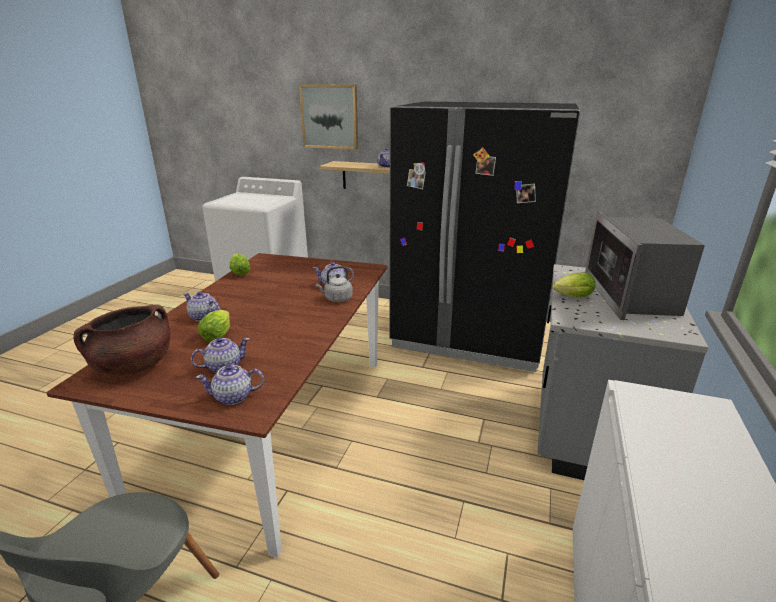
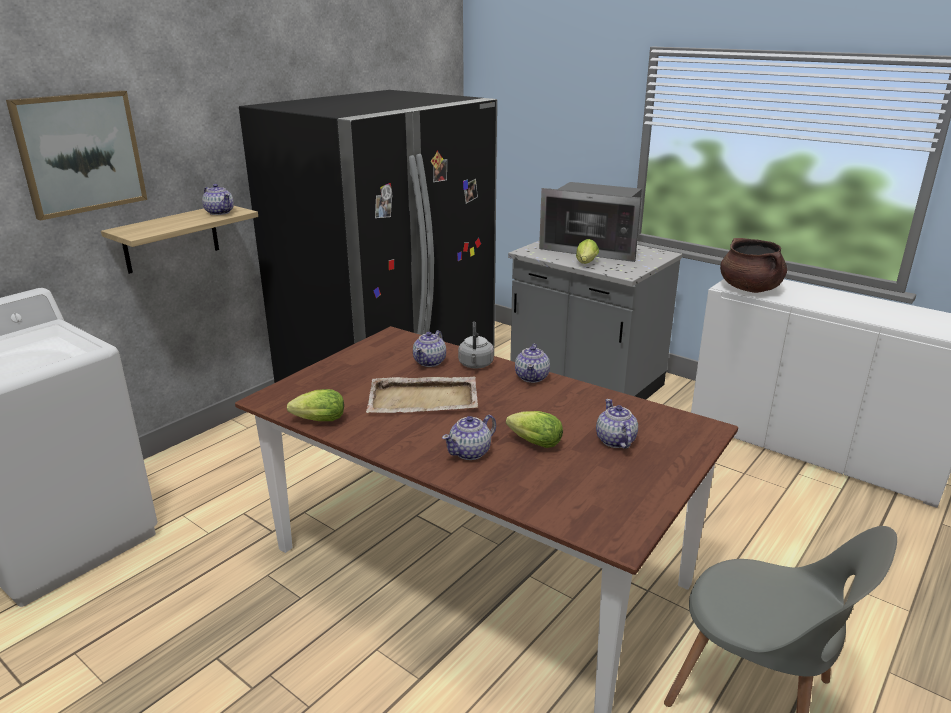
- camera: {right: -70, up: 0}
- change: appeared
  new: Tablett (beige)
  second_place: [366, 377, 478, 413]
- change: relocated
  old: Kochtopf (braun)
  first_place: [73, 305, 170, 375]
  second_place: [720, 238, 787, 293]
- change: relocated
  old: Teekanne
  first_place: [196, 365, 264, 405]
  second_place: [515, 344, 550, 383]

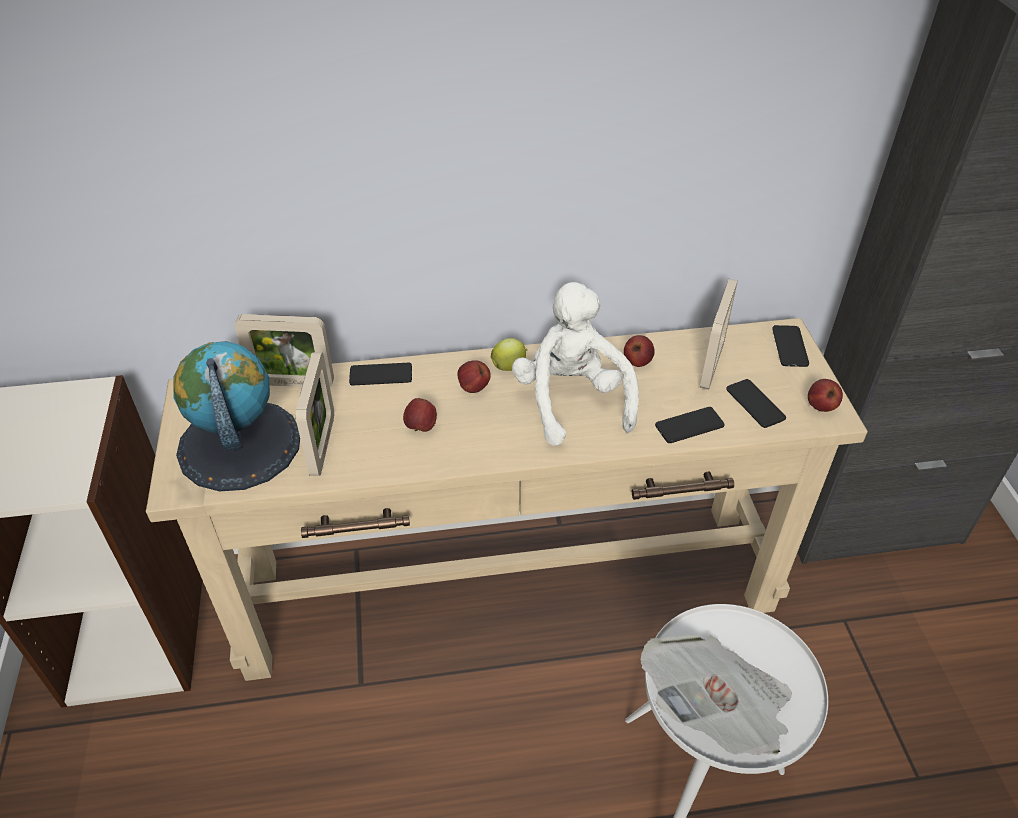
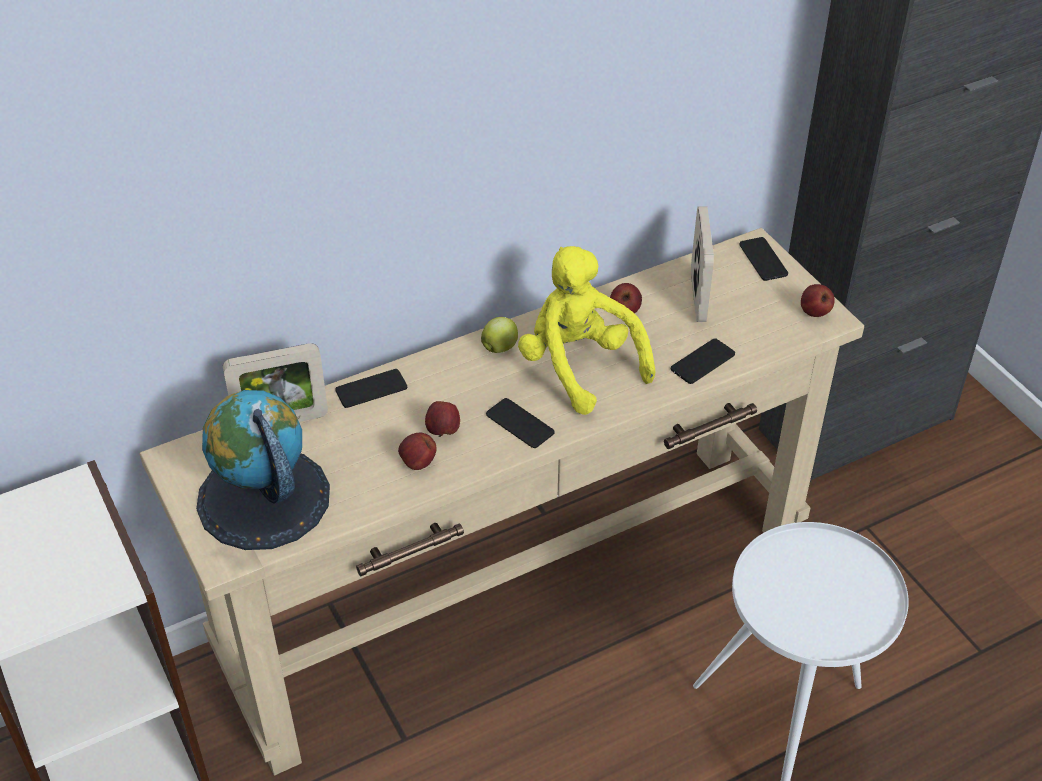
- camera: {right: -20, up: 0}
- change: missing
  old: Bilderrahmen
  first_place: [296, 352, 334, 476]
- change: missing
  old: Zeitung
  first_place: [641, 635, 793, 755]
- change: relocated
  old: Apfel
  first_place: [457, 360, 491, 393]
  second_place: [398, 433, 437, 470]
- change: relocated
  old: Handy
  first_place: [726, 379, 786, 428]
  second_place: [486, 398, 554, 448]
- change: colour
  old: Plüschtier (weiß)
  new: Plüschtier (gelb)
  first_place: [512, 282, 639, 446]
  second_place: [518, 246, 656, 415]

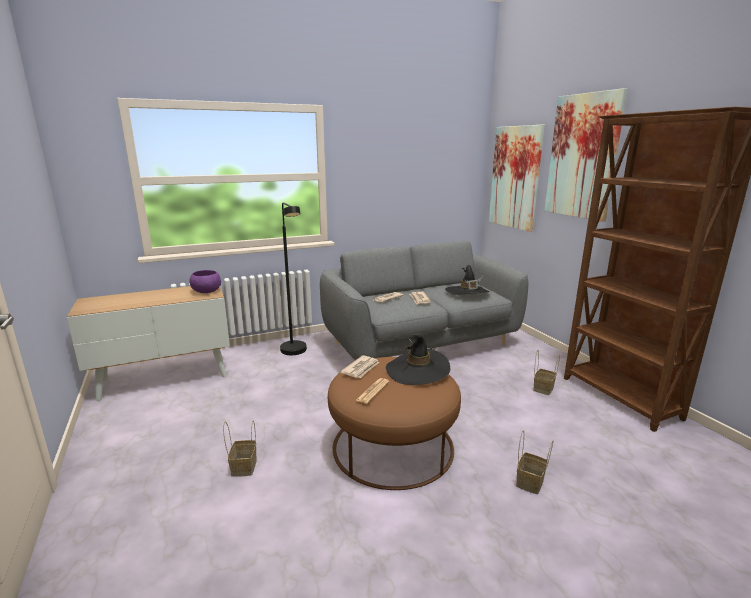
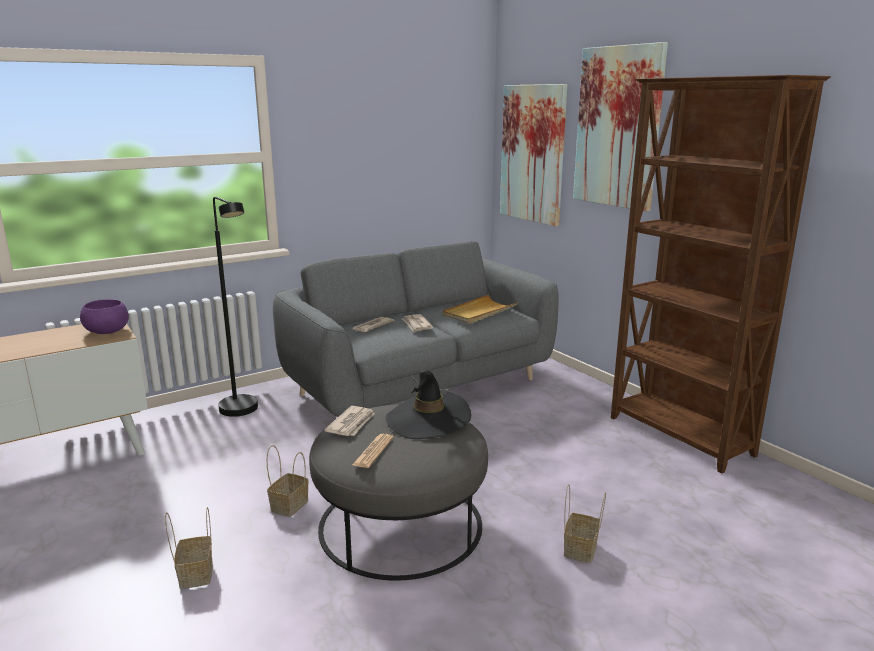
- camera: {right: -10, up: 0}
- change: relocated
  old: Korb
  first_place: [533, 350, 560, 395]
  second_place: [267, 445, 309, 517]
- change: exchanged
  old: Hut (schwarz)
  new: Tablett (beige)
  first_place: [445, 265, 490, 295]
  second_place: [443, 295, 518, 324]
- change: colour
  old: Polsterhocker (braun)
  new: Polsterhocker (grau)
  first_place: [328, 357, 461, 490]
  second_place: [309, 405, 488, 581]

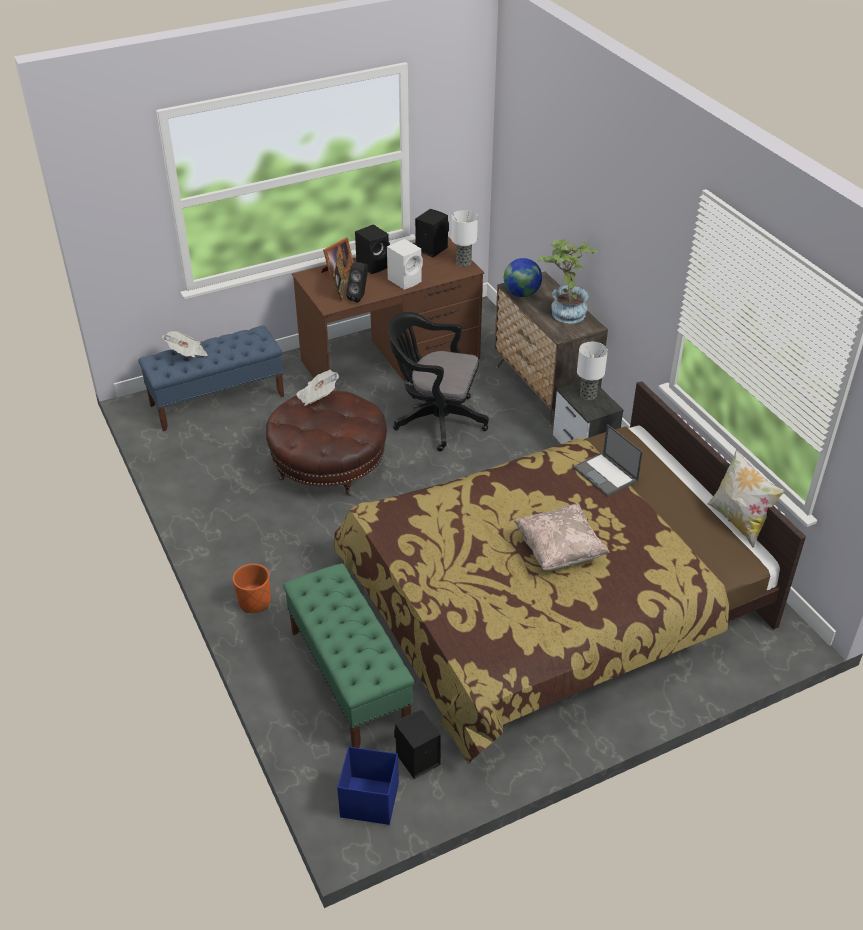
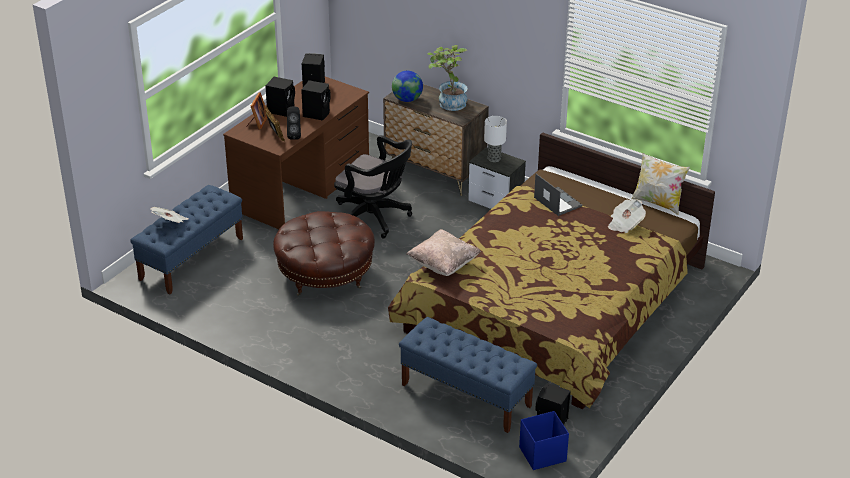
- camera: {right: -30, up: -5}
- change: missing
  old: Pflanzkübel (orange)
  first_place: [233, 564, 271, 613]
- change: missing
  old: Tischlampe
  first_place: [451, 210, 478, 266]
- change: relocated
  old: Zeitung
  first_place: [296, 370, 339, 406]
  second_place: [608, 200, 646, 233]
- change: relocated
  old: Kissen (beige)
  first_place: [514, 503, 609, 570]
  second_place: [407, 229, 481, 276]
- change: colour
  old: Bank (grün)
  new: Bank (blau)
  first_place: [283, 563, 414, 748]
  second_place: [399, 317, 537, 433]
- change: colour
  old: Lautsprecher (weiß)
  new: Lautsprecher (schwarz)
  first_place: [387, 239, 423, 290]
  second_place: [301, 80, 331, 121]
- change: spun
  old: Bürostuhl (schwarz)
  first_place: [388, 312, 489, 452]
  second_place: [334, 135, 412, 239]
  degrees: -135
- change: spun
  old: Laptop
  first_place: [573, 424, 643, 497]
  second_place: [534, 174, 582, 216]
  degrees: -150

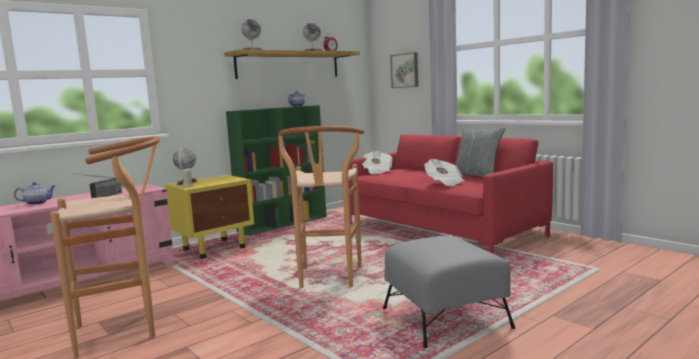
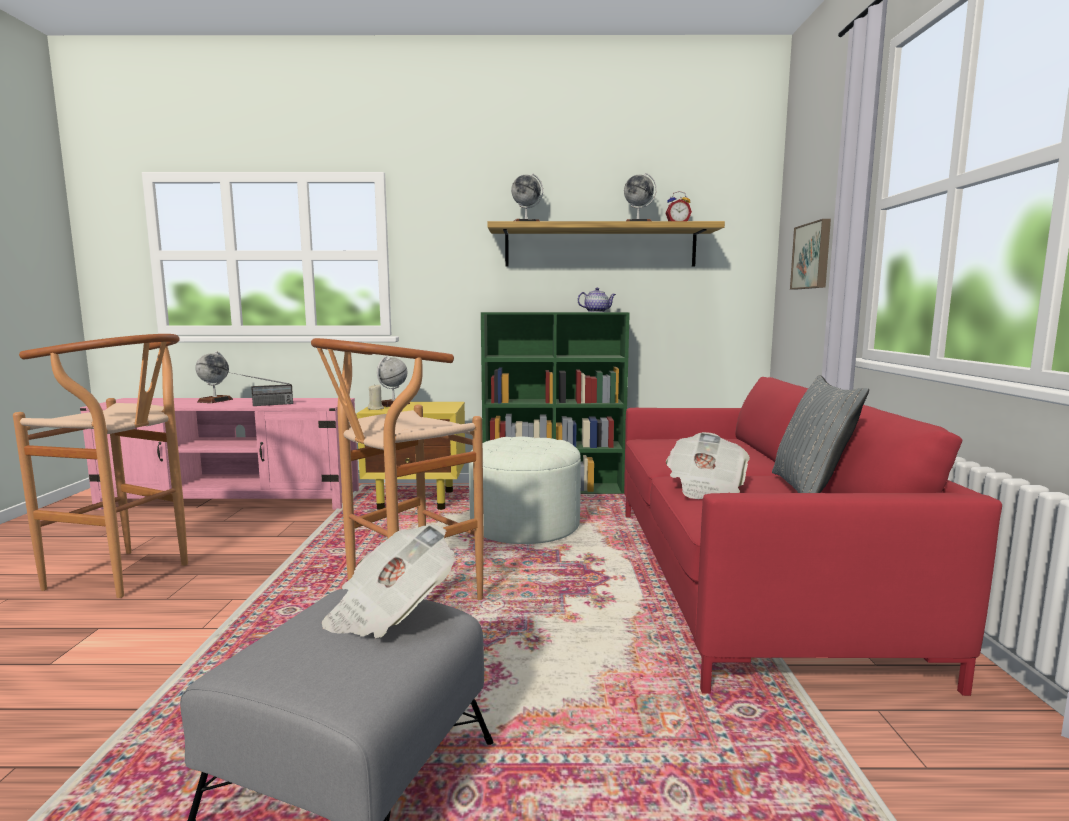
- camera: {right: 40, up: 0}
- change: appeared
  new: Polsterhocker (weiß)
  second_place: [469, 437, 581, 544]
- change: relocated
  old: Zeitung
  first_place: [362, 151, 393, 174]
  second_place: [322, 525, 455, 638]
- change: exchanged
  old: Teekanne
  new: Globus
  first_place: [14, 182, 55, 205]
  second_place: [195, 351, 233, 403]

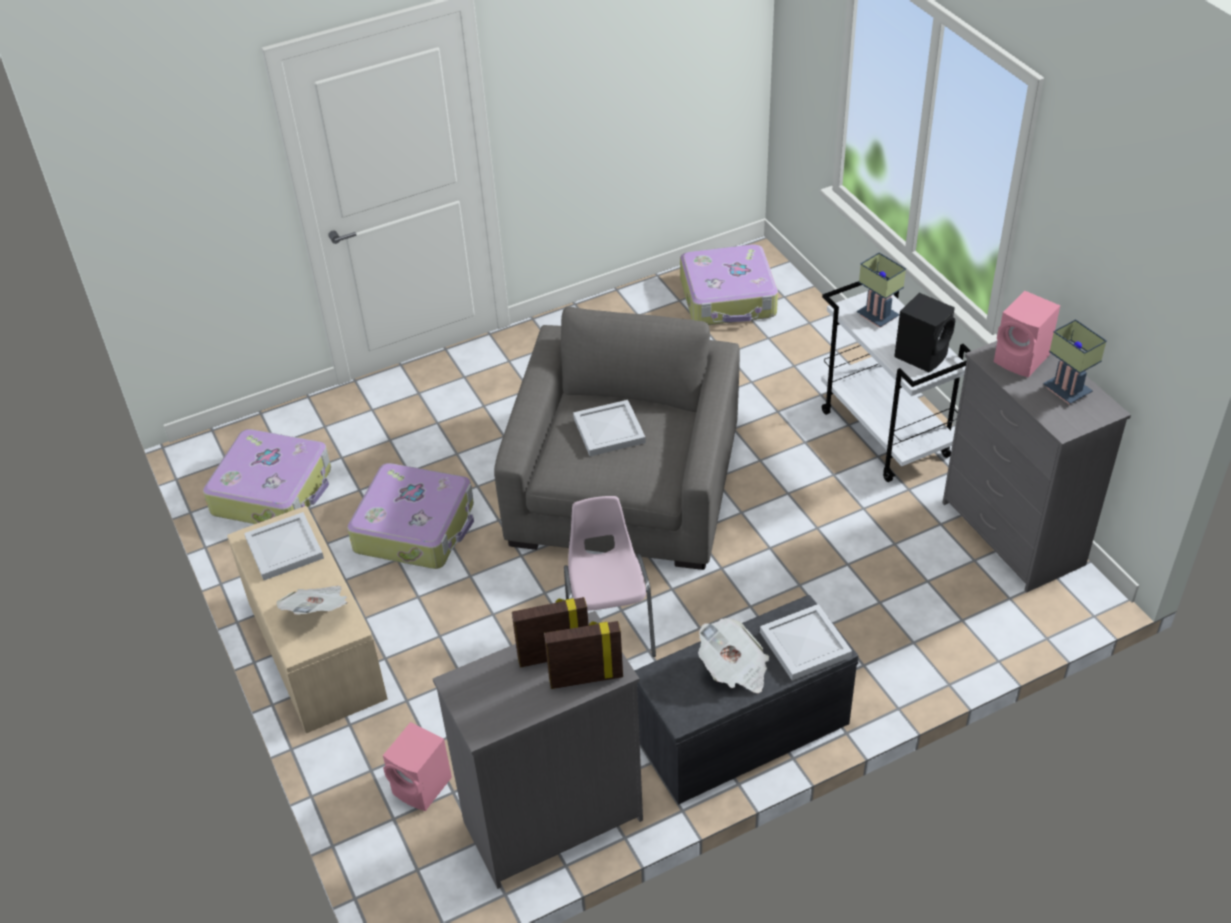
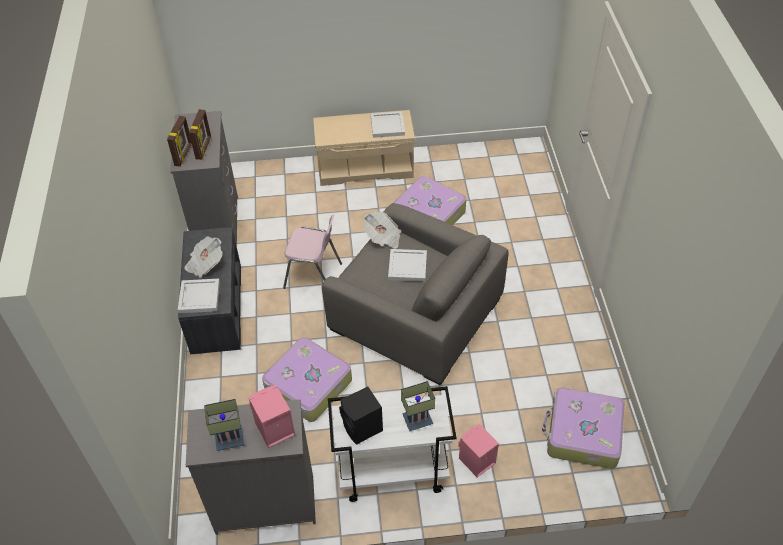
- camera: {right: 110, up: 5}
- change: relocated
  old: Koffer
  first_place: [203, 429, 331, 524]
  second_place: [262, 337, 352, 422]
- change: relocated
  old: Zeitung
  first_place: [276, 585, 347, 615]
  second_place: [364, 211, 401, 249]
- change: relocated
  old: Lautsprecher (rosa)
  first_place: [383, 722, 452, 811]
  second_place: [458, 424, 499, 477]

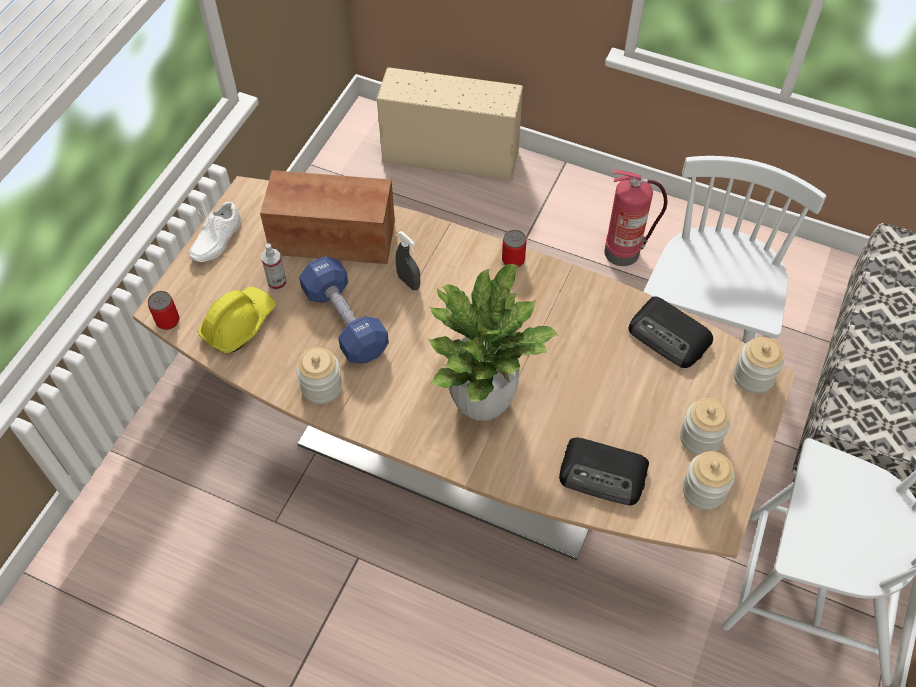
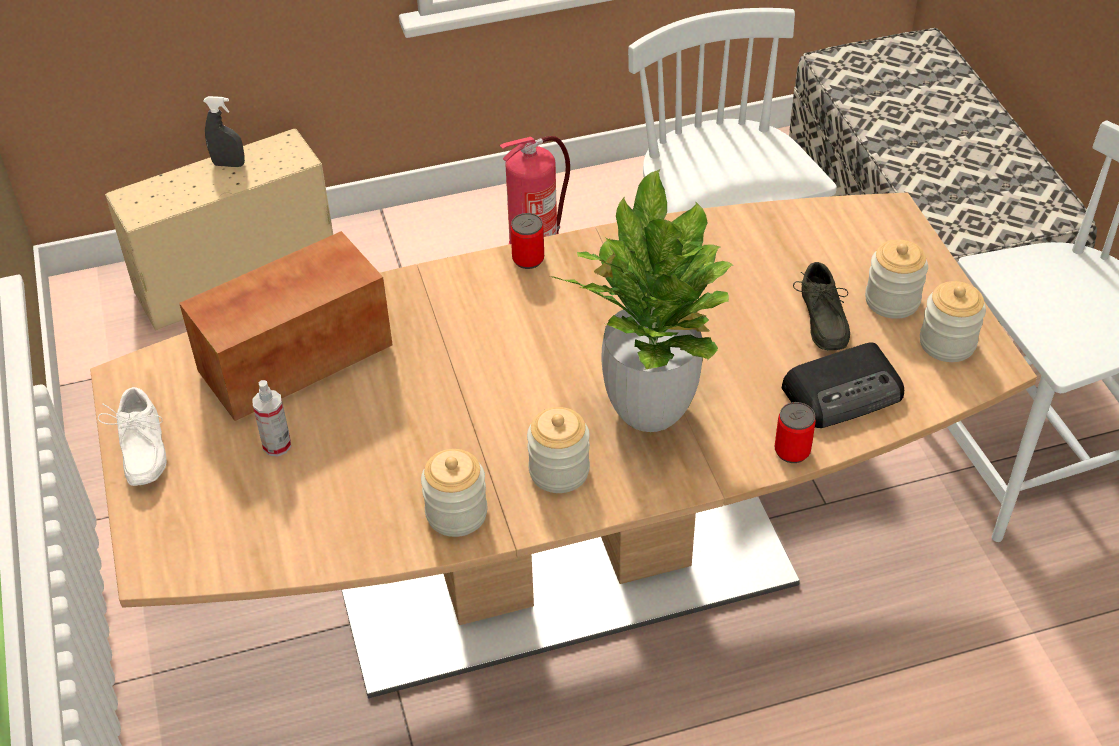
- camera: {right: -40, up: -10}
- change: missing
  old: Schutzhelm (gelb)
  first_place: [198, 287, 276, 353]
- change: missing
  old: Hantel (blau)
  first_place: [299, 256, 389, 363]
- change: missing
  old: Radio
  first_place: [629, 297, 713, 368]
- change: appeared
  new: Schuh (grau)
  second_place: [793, 262, 850, 350]
- change: relocated
  old: Dose
  first_place: [148, 291, 179, 330]
  second_place: [775, 402, 816, 463]
- change: relocated
  old: Sprühflasche (grau)
  first_place: [396, 231, 420, 290]
  second_place: [203, 96, 245, 167]
- change: relocated
  old: Vorratsglas
  first_place: [734, 337, 784, 393]
  second_place: [527, 407, 590, 493]

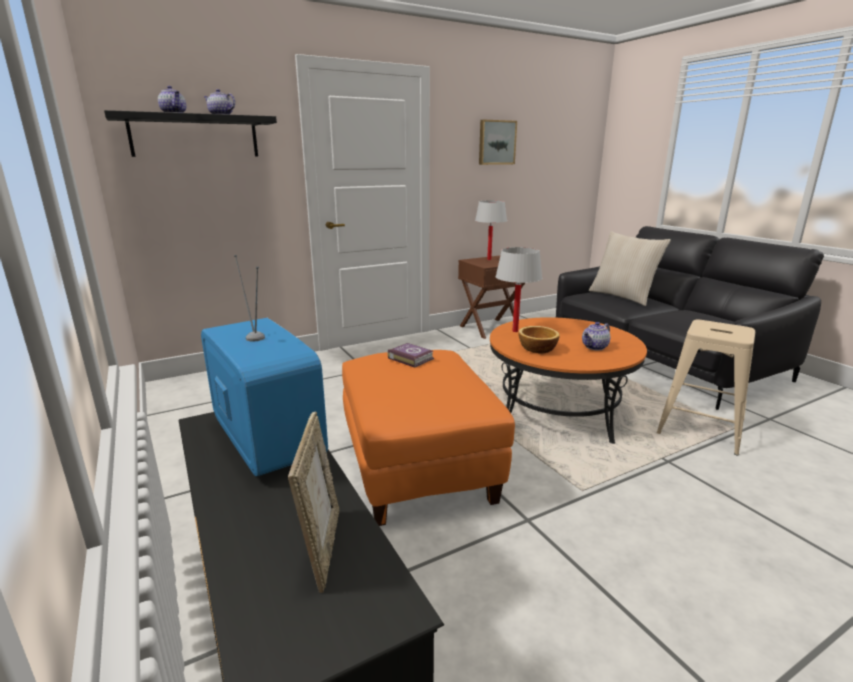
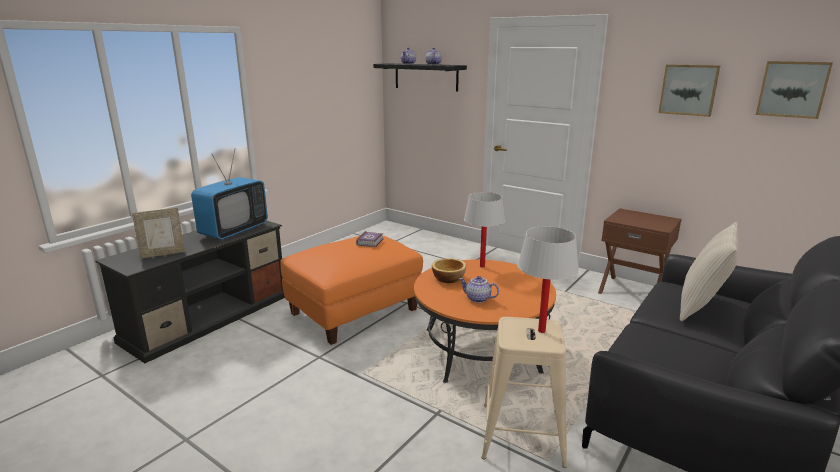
- camera: {right: 65, up: 0}
- change: appeared
  new: Bild
  second_place: [756, 61, 833, 119]
- change: relocated
  old: Tischlampe (weiß)
  first_place: [475, 200, 507, 260]
  second_place: [518, 226, 579, 333]

